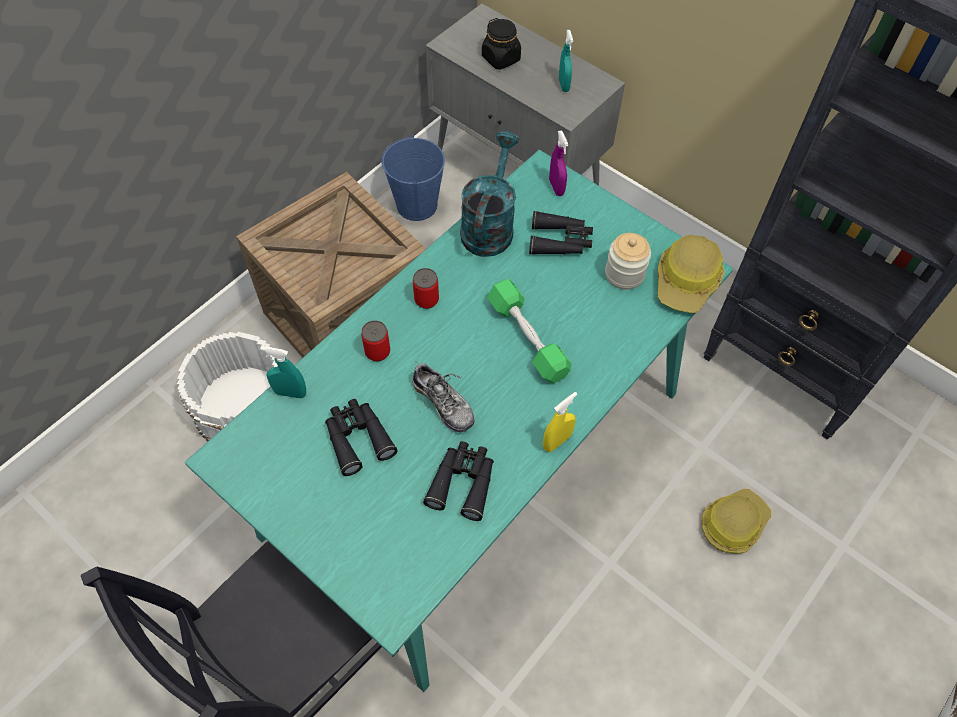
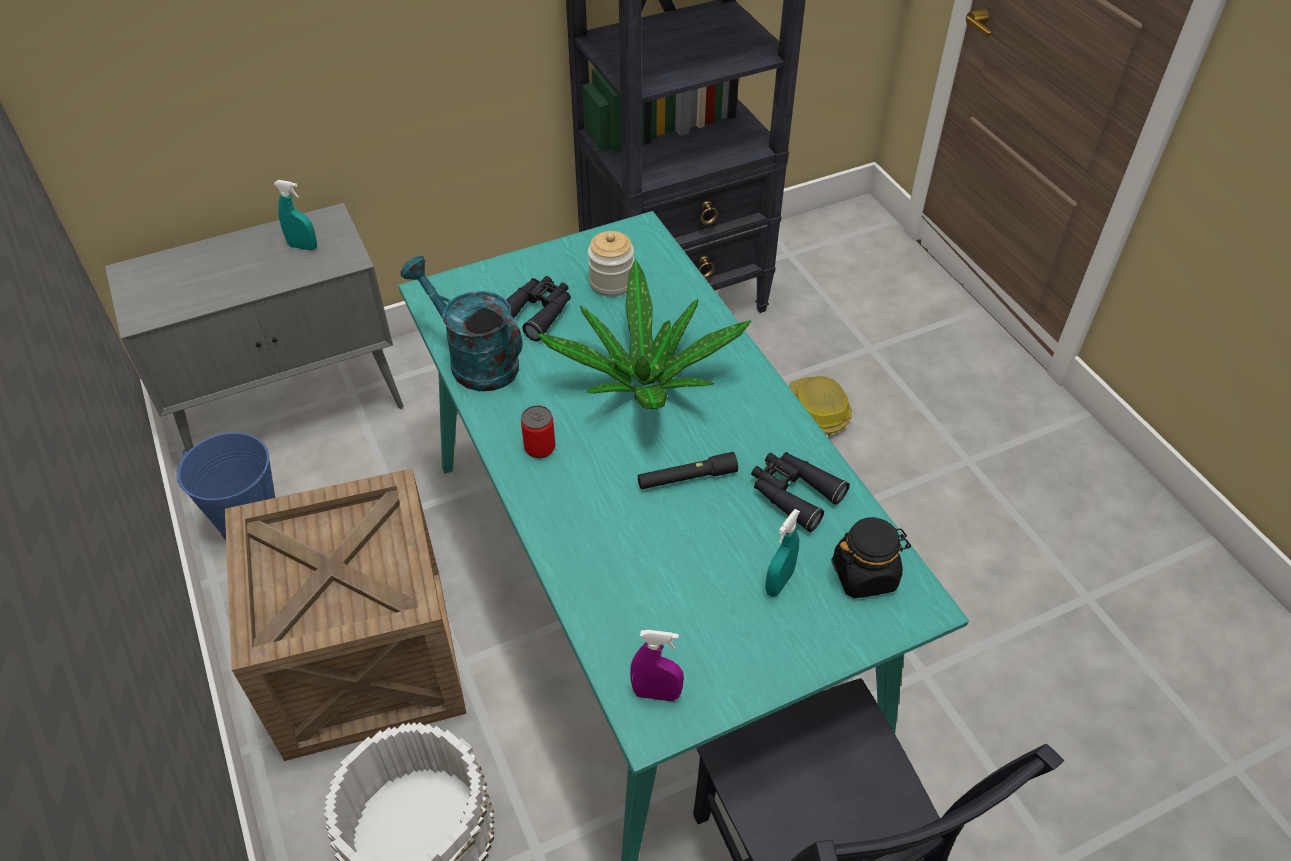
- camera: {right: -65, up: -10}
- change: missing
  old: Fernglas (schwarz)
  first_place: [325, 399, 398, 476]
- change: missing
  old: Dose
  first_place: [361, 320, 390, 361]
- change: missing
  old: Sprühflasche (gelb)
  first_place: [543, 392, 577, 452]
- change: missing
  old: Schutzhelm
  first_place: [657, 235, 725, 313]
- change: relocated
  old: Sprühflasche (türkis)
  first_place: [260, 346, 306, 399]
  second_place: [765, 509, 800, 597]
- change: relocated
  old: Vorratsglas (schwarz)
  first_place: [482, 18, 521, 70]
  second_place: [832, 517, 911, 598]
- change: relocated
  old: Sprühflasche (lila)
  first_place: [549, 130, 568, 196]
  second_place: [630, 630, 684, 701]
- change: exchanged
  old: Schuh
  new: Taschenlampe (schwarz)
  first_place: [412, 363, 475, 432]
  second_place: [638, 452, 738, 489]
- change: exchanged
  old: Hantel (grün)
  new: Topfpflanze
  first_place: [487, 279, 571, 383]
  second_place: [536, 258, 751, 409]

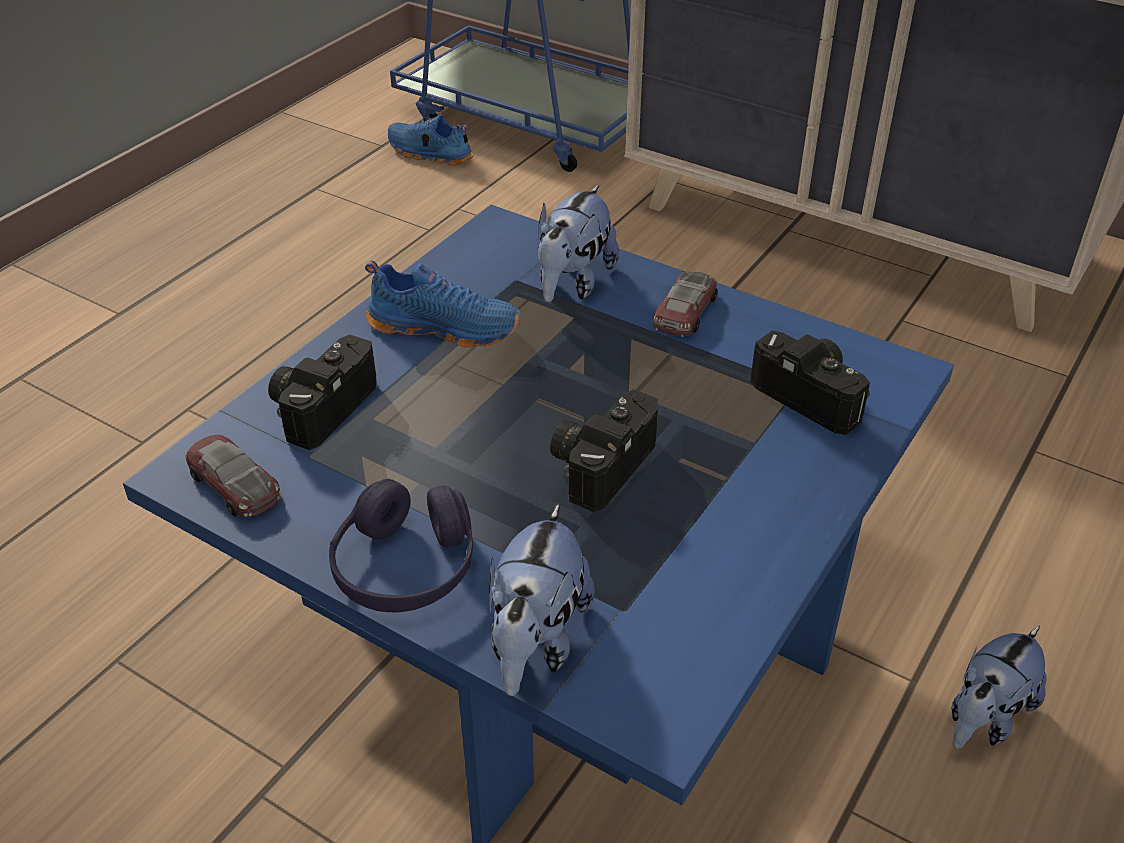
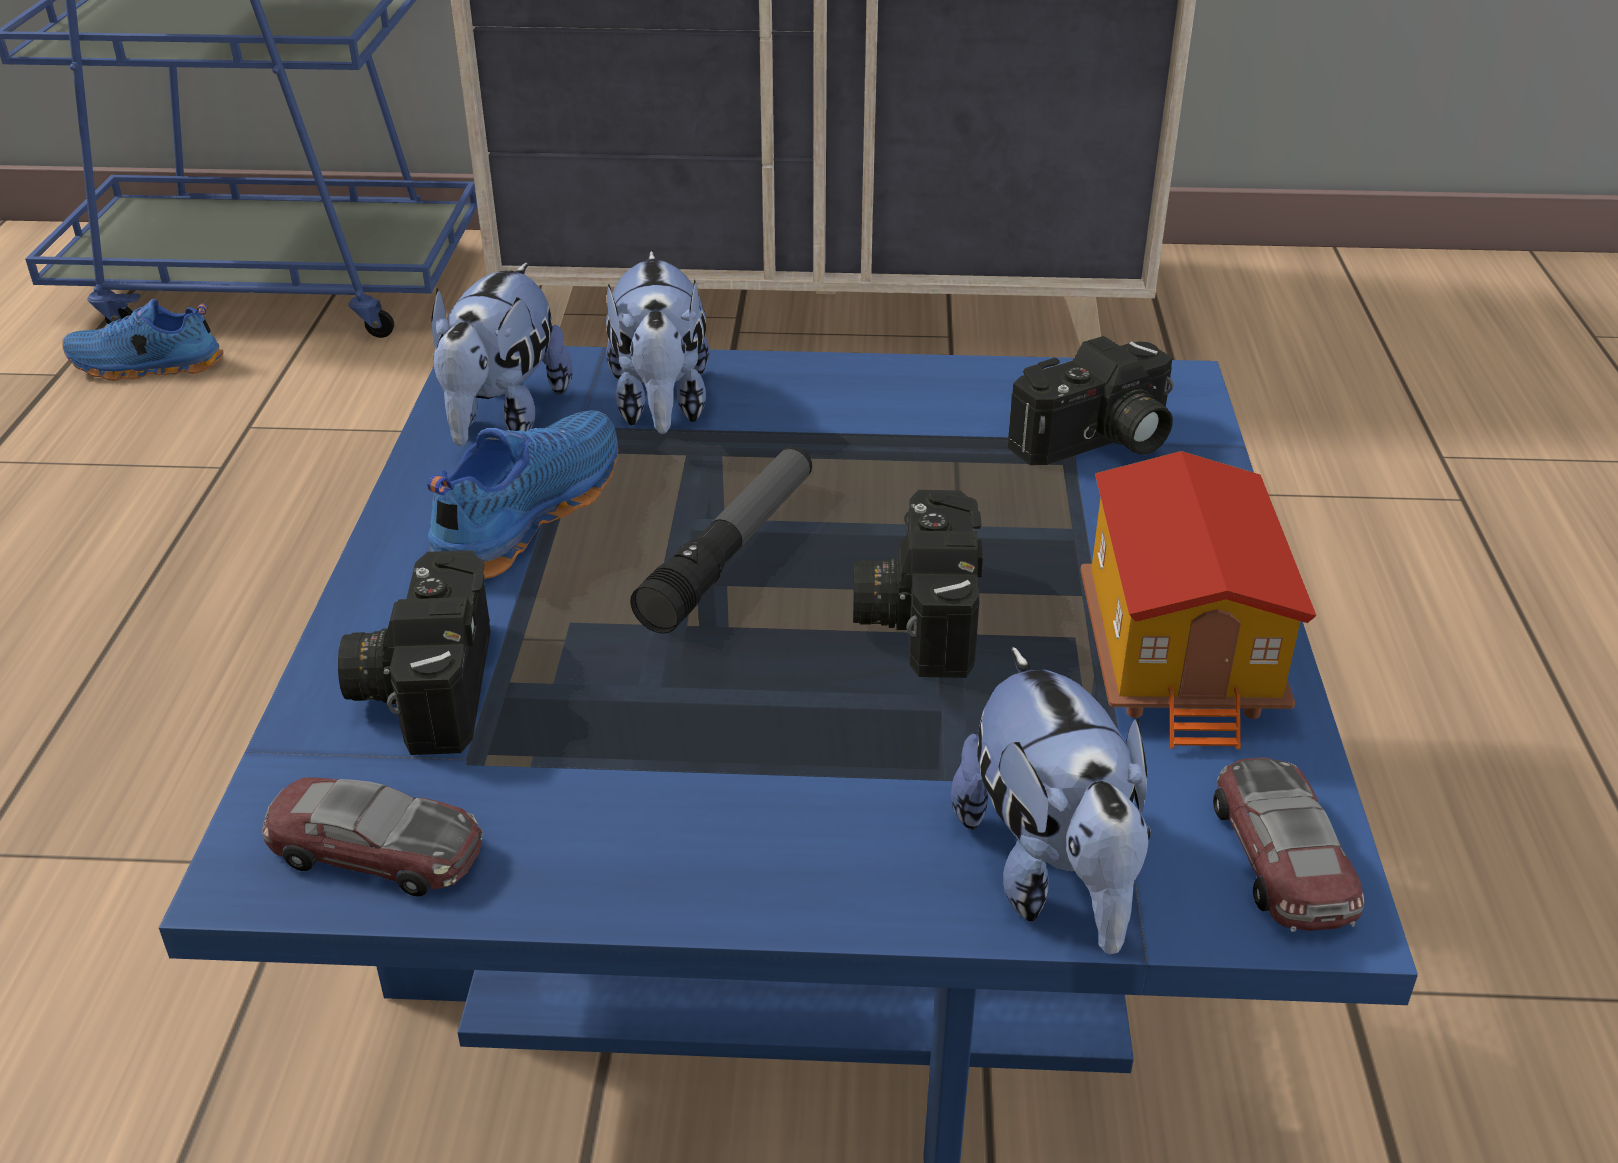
- camera: {right: -30, up: -5}
- change: missing
  old: Kopfhörer (lila)
  first_place: [329, 479, 473, 612]
- change: appeared
  new: Taschenlampe
  second_place: [630, 446, 812, 634]
- change: appeared
  new: Spielzeughaus
  second_place: [1081, 451, 1317, 749]
- change: relocated
  old: Spielzeugauto
  first_place: [653, 271, 718, 337]
  second_place: [1213, 758, 1364, 932]
- change: relocated
  old: Plüschtier
  first_place: [952, 626, 1047, 749]
  second_place: [431, 262, 573, 446]
- change: spun
  old: Schuh (blau)
  first_place: [365, 260, 520, 348]
  second_place: [427, 410, 618, 579]
  degrees: -45
- change: spun
  old: Kamera
  first_place: [750, 331, 870, 435]
  second_place: [1008, 336, 1173, 465]
  degrees: 135

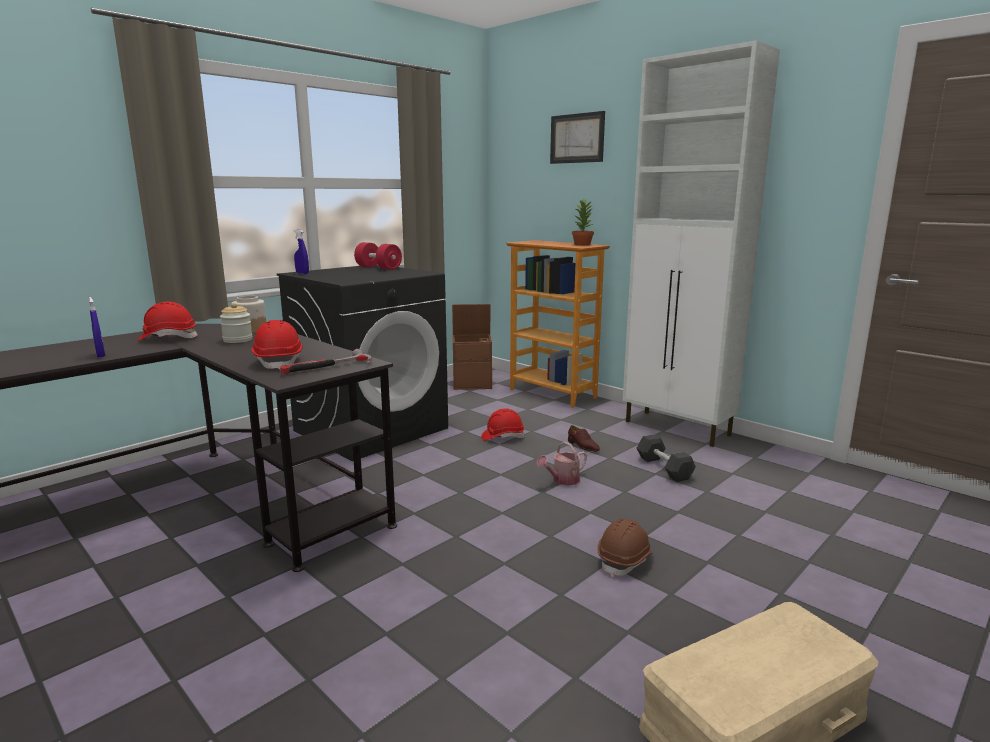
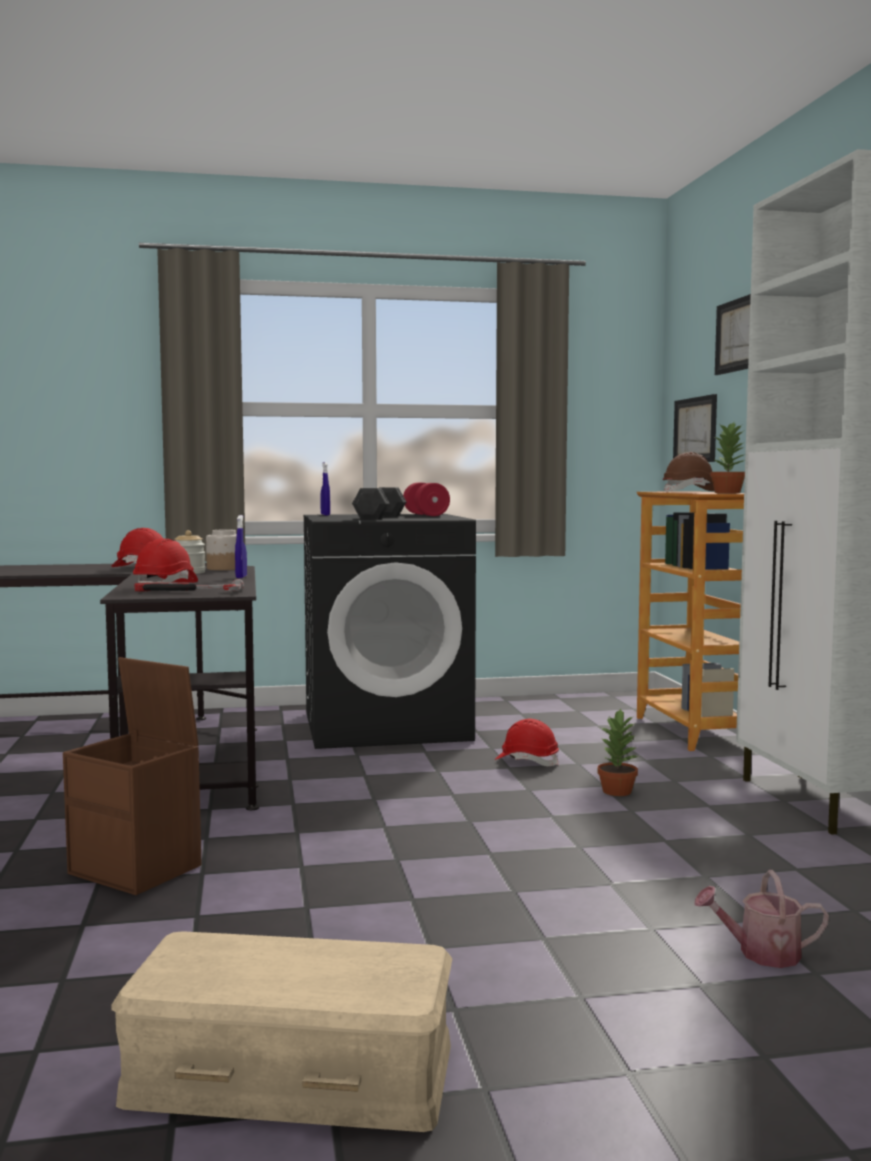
- camera: {right: 35, up: -10}
- change: appeared
  new: Bild
  second_place: [673, 394, 717, 462]
- change: relocated
  old: Sprühflasche (blau)
  first_place: [89, 297, 105, 358]
  second_place: [235, 515, 247, 578]
- change: relocated
  old: Aufbewahrungsbox (braun)
  first_place: [452, 304, 492, 390]
  second_place: [63, 657, 202, 895]
- change: relocated
  old: Gießkanne
  first_place: [536, 441, 587, 486]
  second_place: [694, 870, 829, 968]
- change: relocated
  old: Schutzhelm (braun)
  first_place: [597, 519, 653, 577]
  second_place: [663, 452, 714, 492]
- change: relocated
  old: Hantel (grau)
  first_place: [637, 434, 696, 482]
  second_place: [352, 487, 406, 519]
- change: exchanged
  old: Schuh (braun)
  new: Topfpflanze
  first_place: [568, 425, 600, 452]
  second_place: [598, 709, 638, 796]

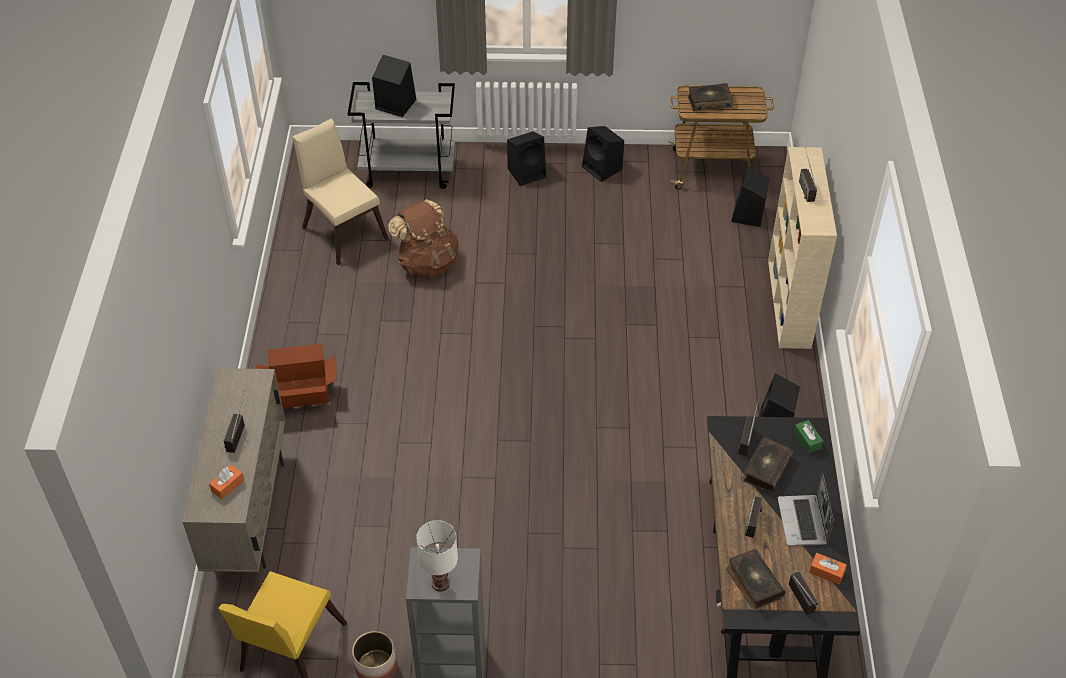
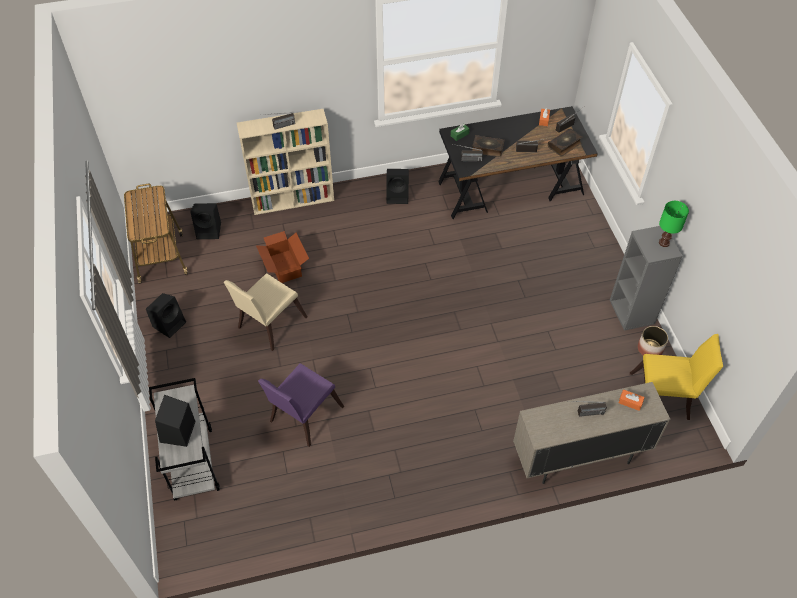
- camera: {right: -105, up: 5}
- change: missing
  old: Lautsprecher (schwarz)
  first_place: [507, 131, 546, 186]
- change: missing
  old: Buch
  first_place: [688, 83, 734, 111]
- change: missing
  old: Laptop
  first_place: [778, 473, 834, 546]
- change: relocated
  old: Karton
  first_place: [256, 343, 337, 408]
  second_place: [256, 231, 309, 283]
- change: relocated
  old: Stuhl (beige)
  first_place: [292, 119, 389, 265]
  second_place: [224, 273, 308, 351]
- change: exchanged
  old: Rucksack (braun)
  new: Stuhl (lila)
  first_place: [388, 199, 459, 277]
  second_place: [258, 363, 344, 447]
- change: colour
  old: Tischlampe (weiß)
  new: Tischlampe (grün)
  first_place: [416, 520, 458, 591]
  second_place: [659, 201, 689, 247]

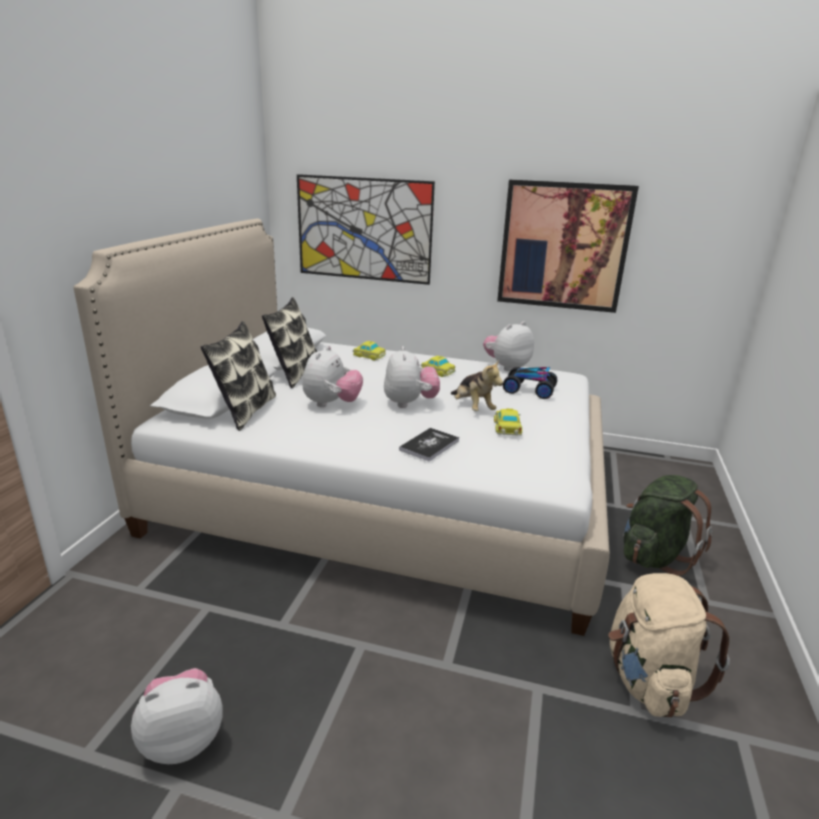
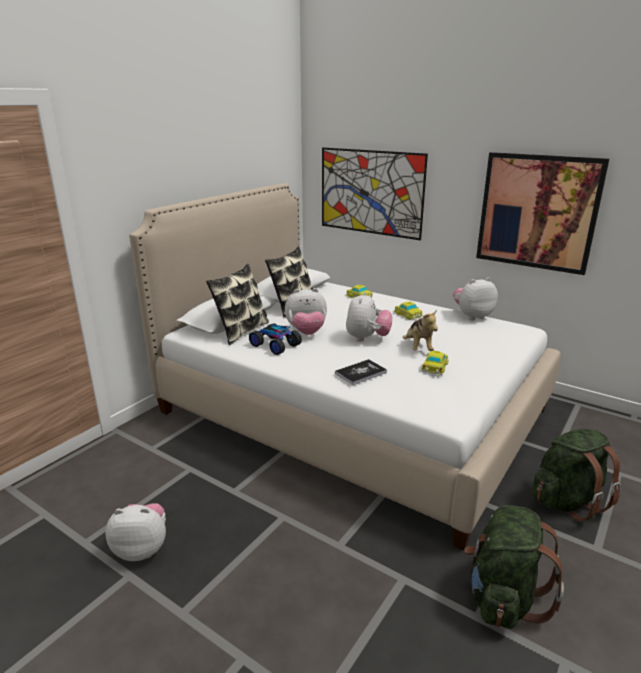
- camera: {right: 20, up: 0}
- change: relocated
  old: Spielzeugauto
  first_place: [503, 367, 558, 399]
  second_place: [249, 323, 302, 355]
- change: colour
  old: Rucksack (beige)
  new: Rucksack (grün)
  first_place: [608, 573, 730, 718]
  second_place: [465, 505, 564, 629]
- change: spun
  old: Plüschtier
  first_place: [303, 346, 363, 407]
  second_place: [285, 288, 327, 335]
  degrees: 45

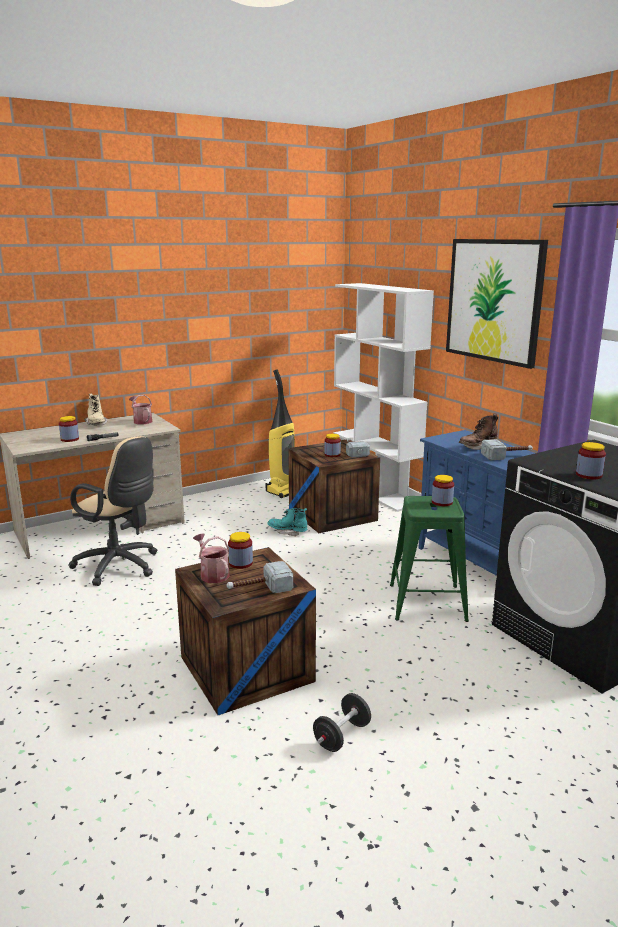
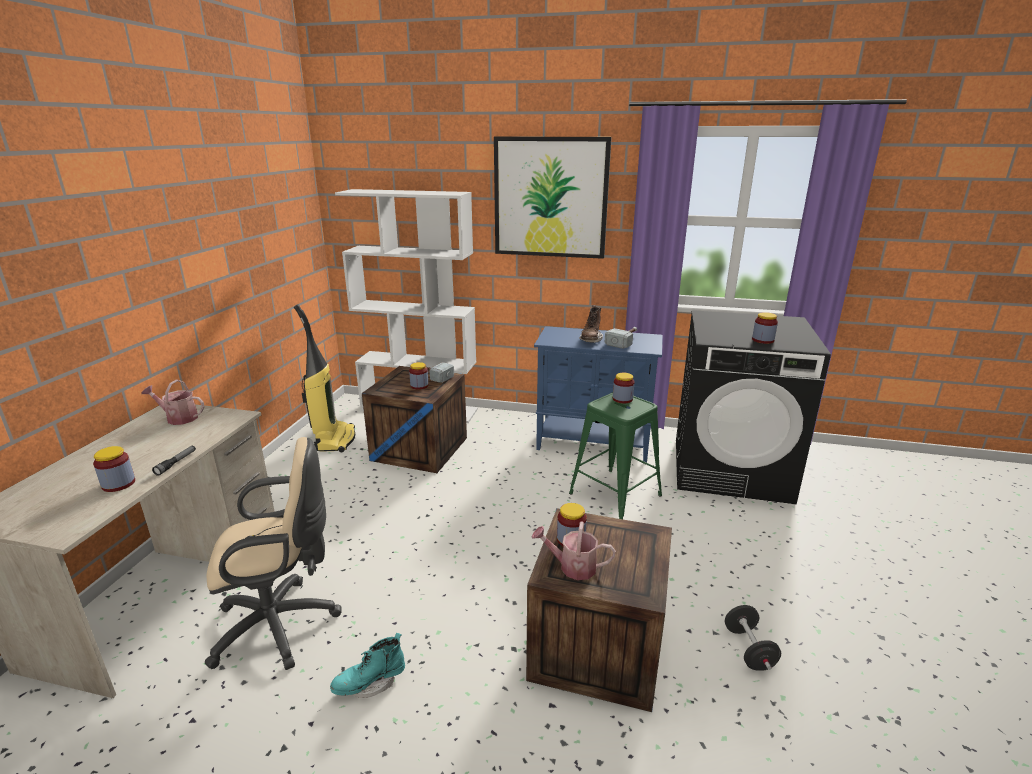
- camera: {right: -45, up: 5}
- change: missing
  old: Stiefel (beige)
  first_place: [84, 394, 107, 426]
- change: missing
  old: Hammer
  first_place: [227, 561, 293, 593]
- change: relocated
  old: Stiefel (türkis)
  first_place: [267, 508, 307, 537]
  second_place: [330, 633, 405, 698]

